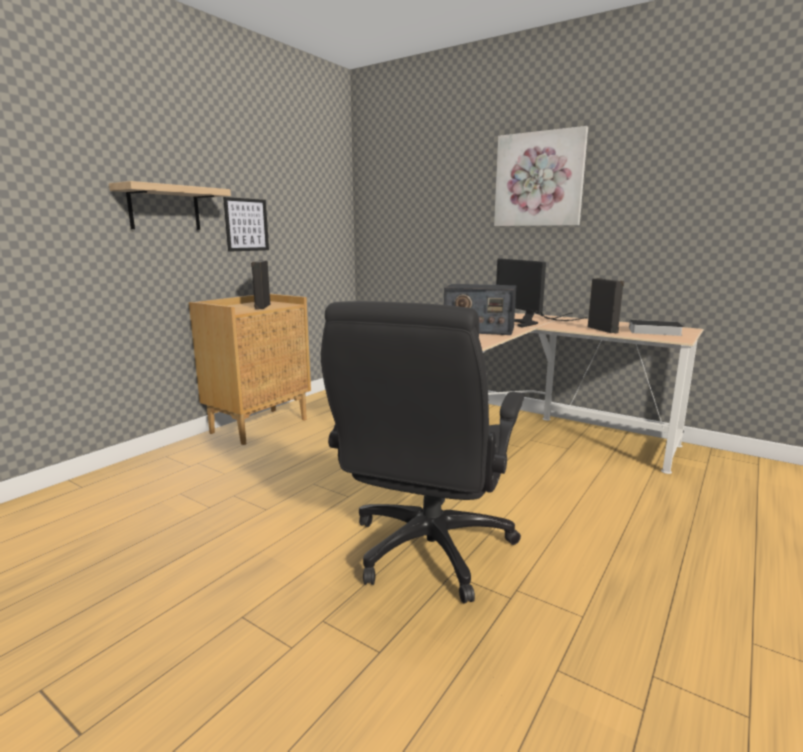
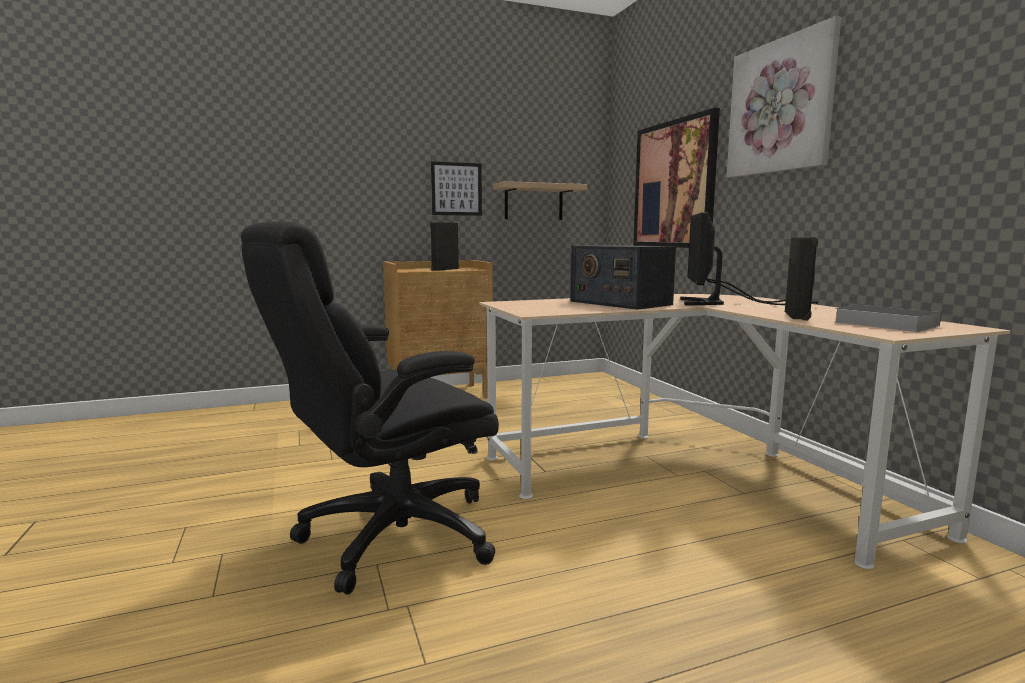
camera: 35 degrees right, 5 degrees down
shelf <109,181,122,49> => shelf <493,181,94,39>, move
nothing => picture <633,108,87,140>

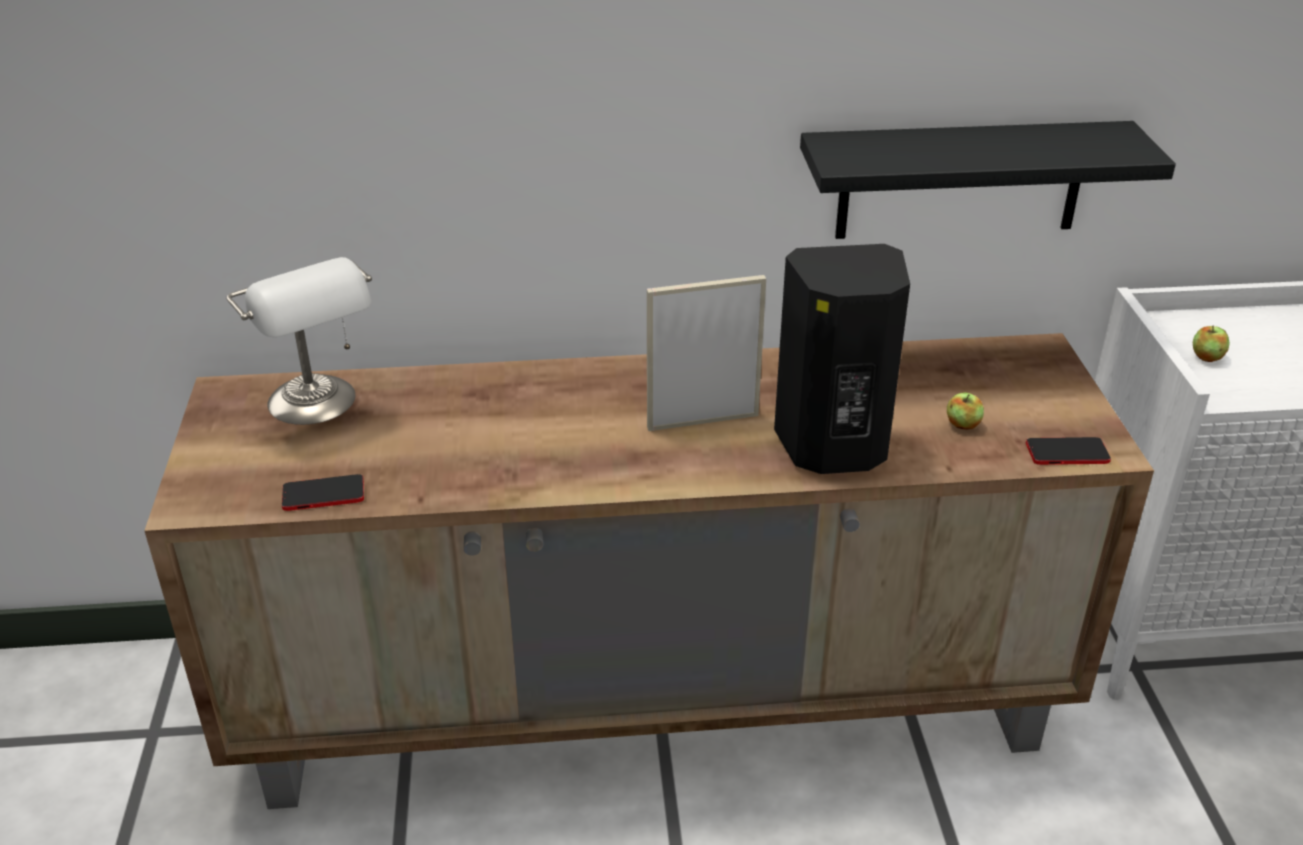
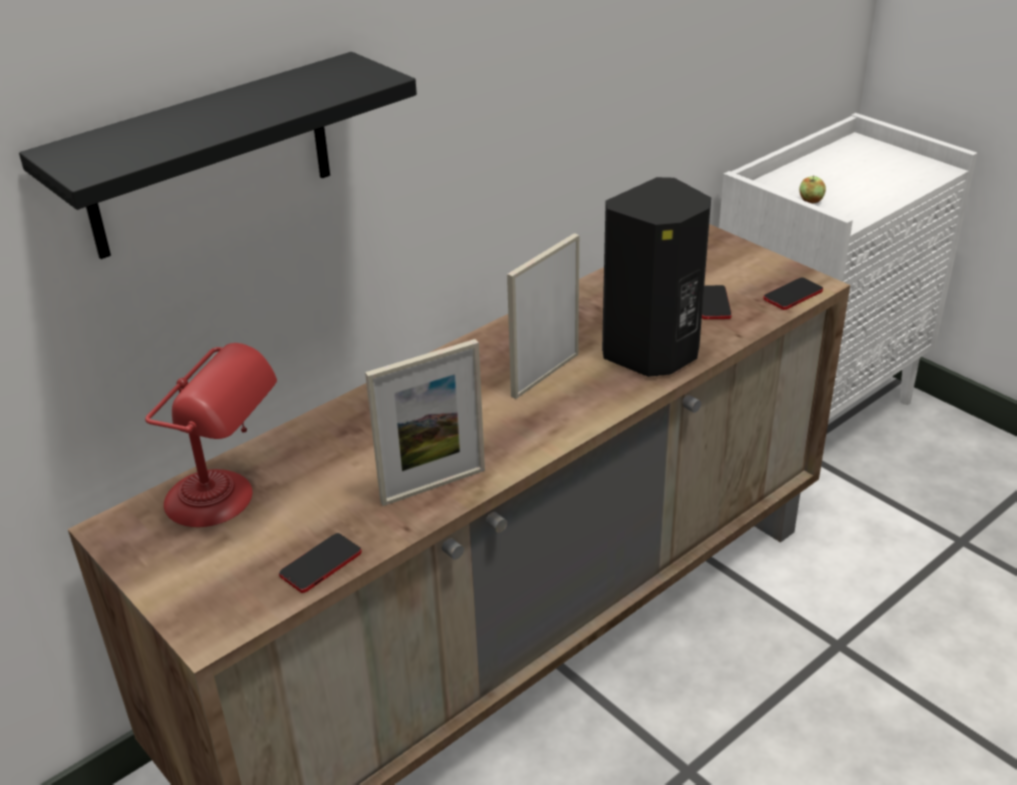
camera: 35 degrees left, 0 degrees up
black shelf <800,121,376,118> => black shelf <19,52,398,207>, move
white table lamp <226,257,146,168> => red table lamp <145,343,132,184>
nothing => picture frame <365,339,120,167>
apple <947,392,37,38> => phone <702,285,30,34>

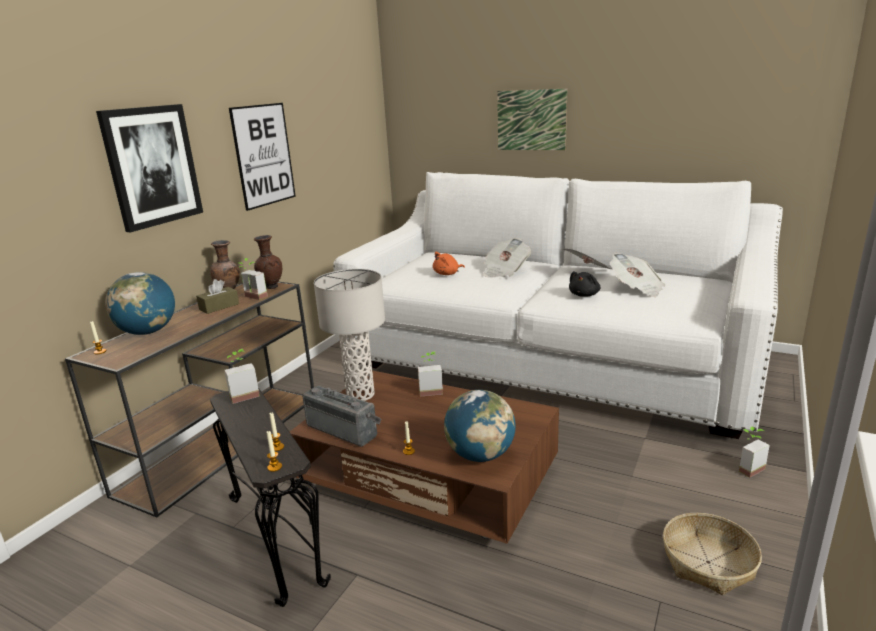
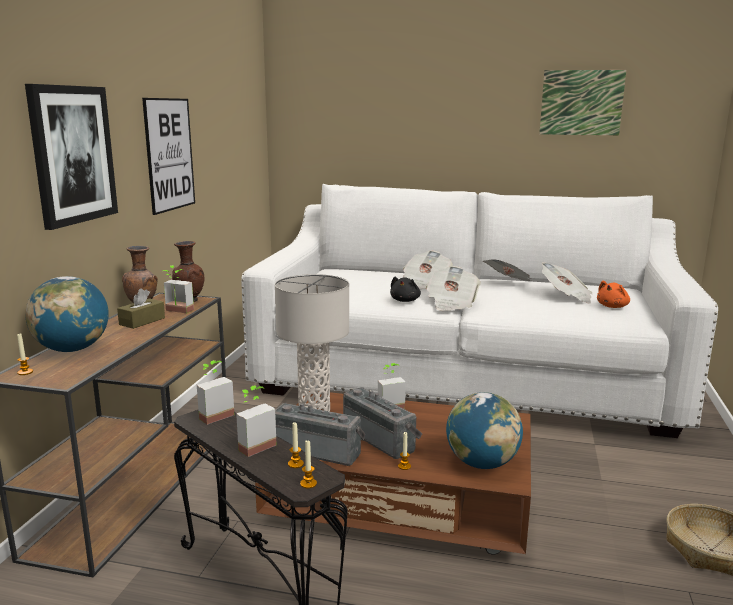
camera: 15 degrees left, 5 degrees down
potted plant <739,427,31,51> => potted plant <236,386,41,71>, move
nothing => radio <343,387,79,72>
black plush toy <569,271,31,26> => black plush toy <390,277,31,25>, move
nothing => newspaper <426,266,55,45>
picture <497,88,70,62> => picture <539,70,87,66>, move
orange plush toy <433,252,32,23> => orange plush toy <597,281,33,27>, move

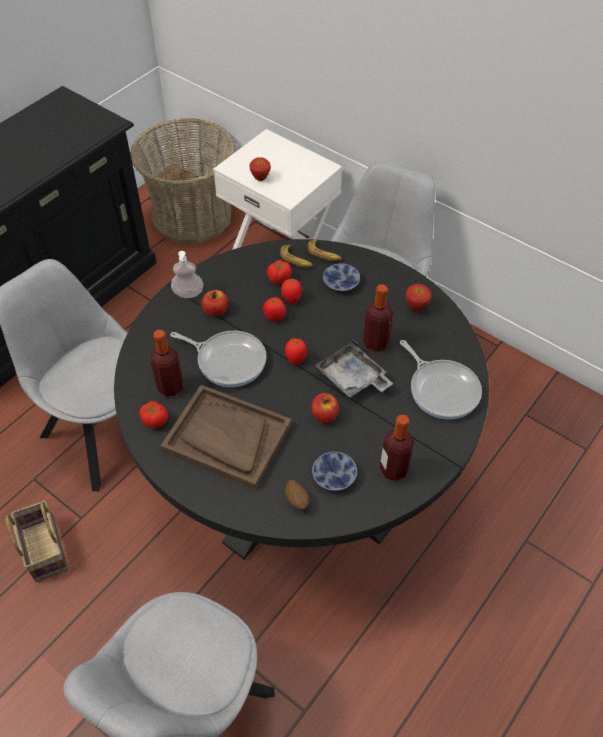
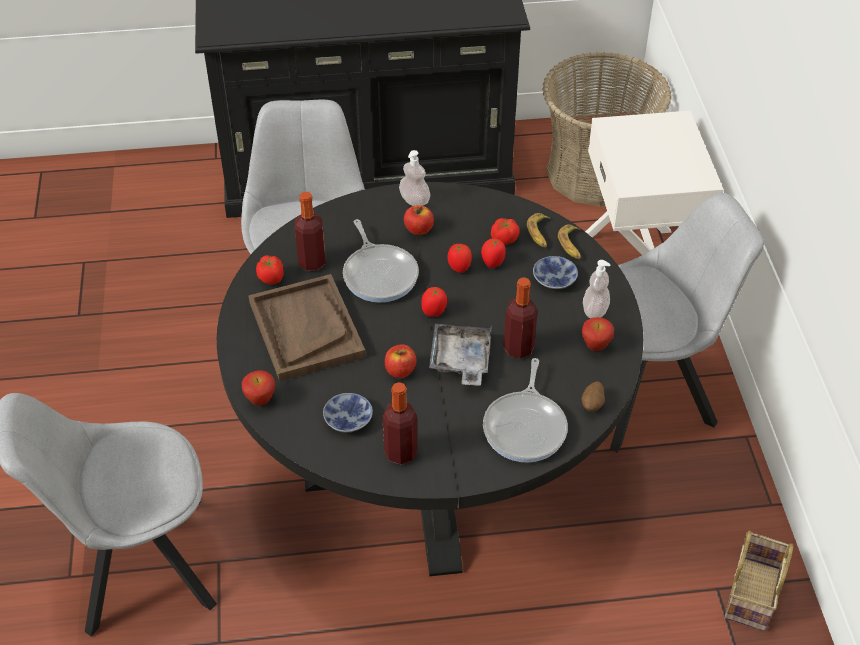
camera: 45 degrees right, 5 degrees down
apple <250,157,21,24> => apple <242,370,33,36>, move
potato <285,480,24,30> => potato <582,382,23,30>, move
nothing => soap dispenser <583,260,28,58>
basket <6,500,62,82> => basket <725,530,68,101>, move

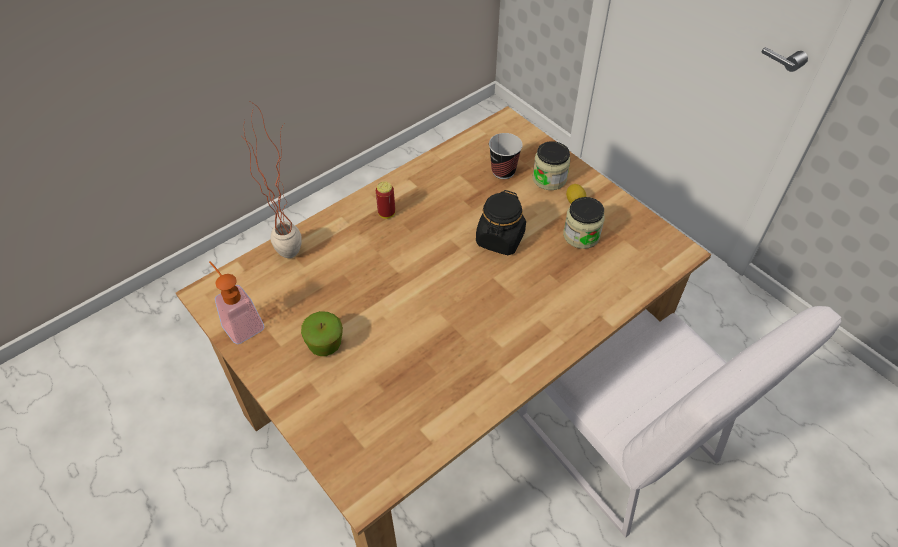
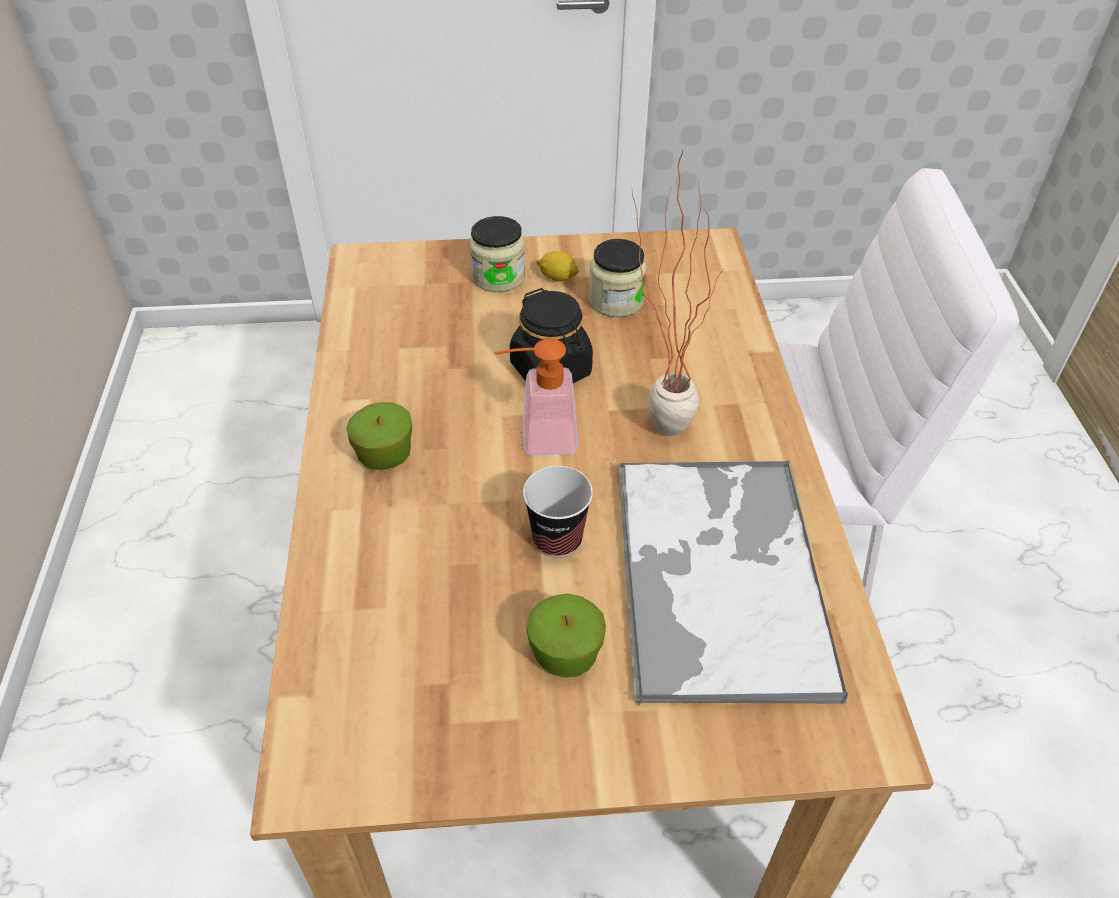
camera: 55 degrees left, 5 degrees down
can <376,181,19,38> => apple <346,402,66,68>
soap dispenser <209,261,55,84> => soap dispenser <495,339,83,117>, move
cup <489,133,34,46> => cup <523,466,70,92>, move
nothing => tray <619,460,230,245>
potted plant <244,102,57,156> => potted plant <632,150,91,286>, move

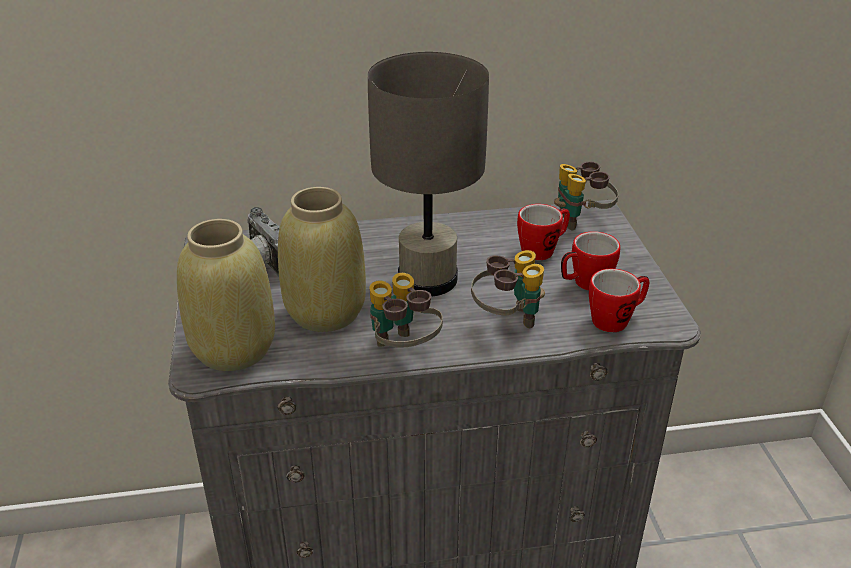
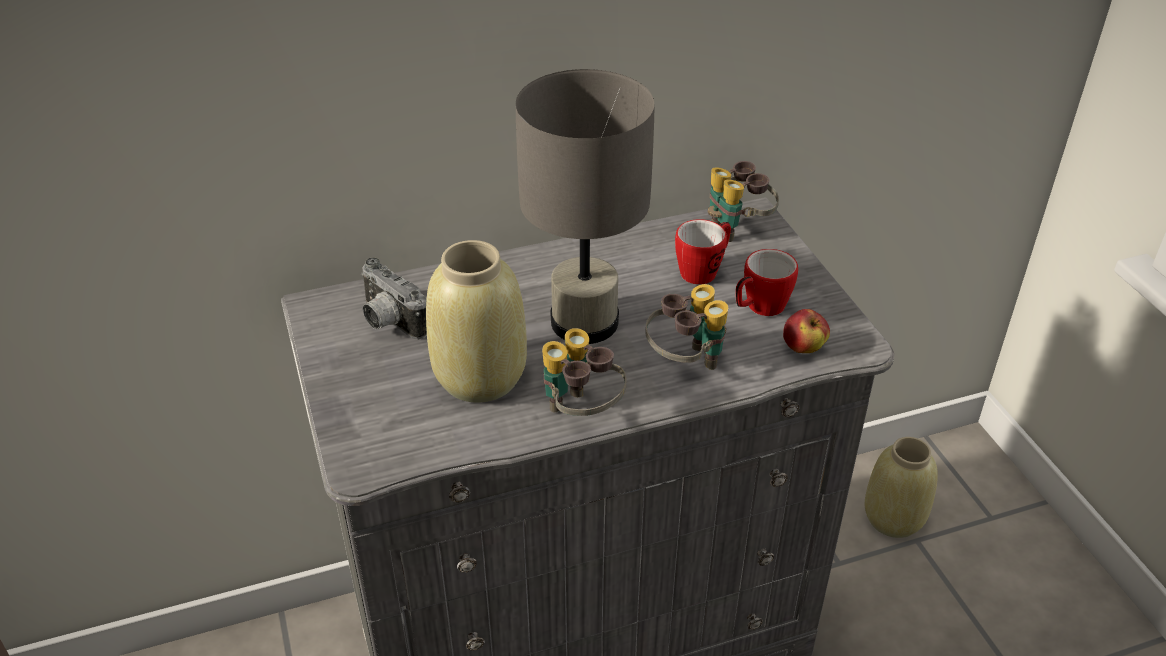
camera: 10 degrees left, 5 degrees up
mug <589,269,61,63> => apple <783,309,47,44>
beige vase <177,219,98,152> => beige vase <865,437,73,101>, move

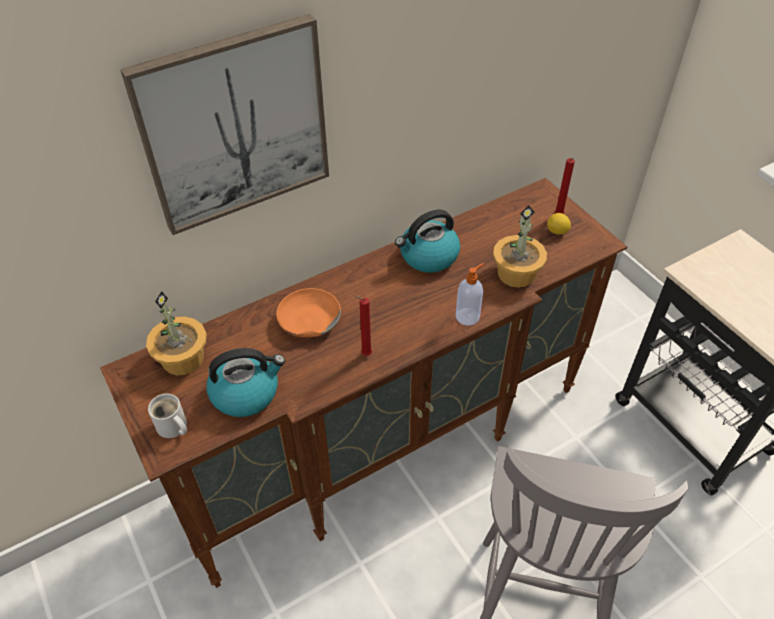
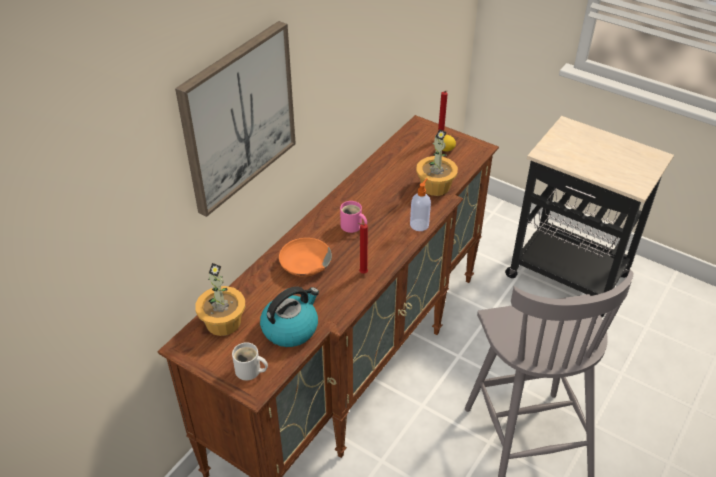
camera: 25 degrees left, 5 degrees down
nothing => pink mug <340,201,27,32>
kettle <395,209,65,64> => nothing

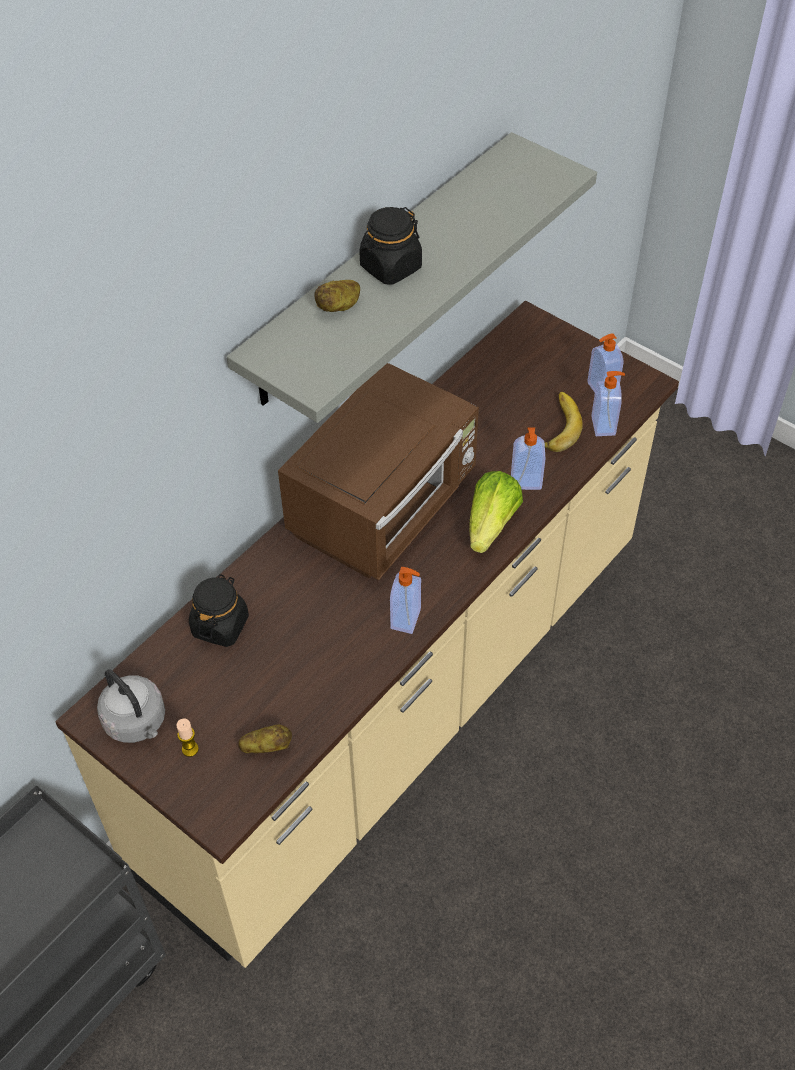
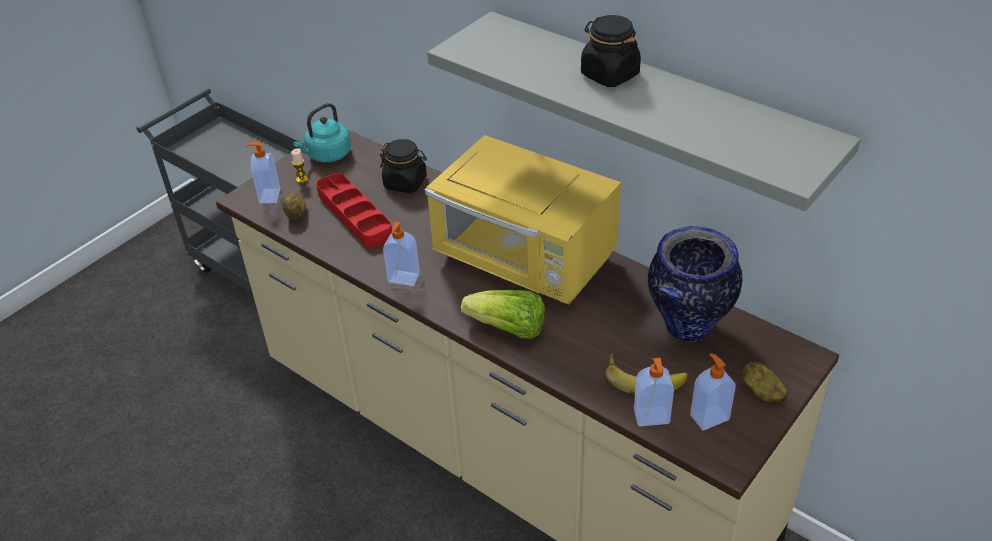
camera: 90 degrees right, 10 degrees down
soap dispenser <511,427,34,63> => soap dispenser <247,142,33,61>, move
grey kettle <97,669,68,74> => turquoise kettle <293,103,58,60>
nothing => red tray <316,173,76,75>
brown microwave <278,363,201,217> => yellow microwave <425,135,196,169>
nothing => vase <648,226,94,116>
potato <314,280,46,32> => potato <742,361,45,42>, move

